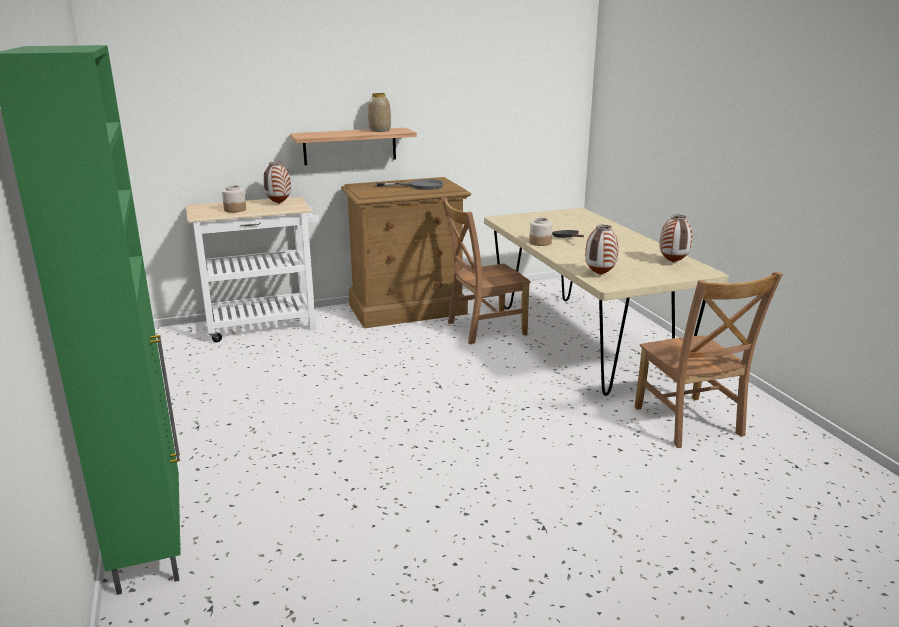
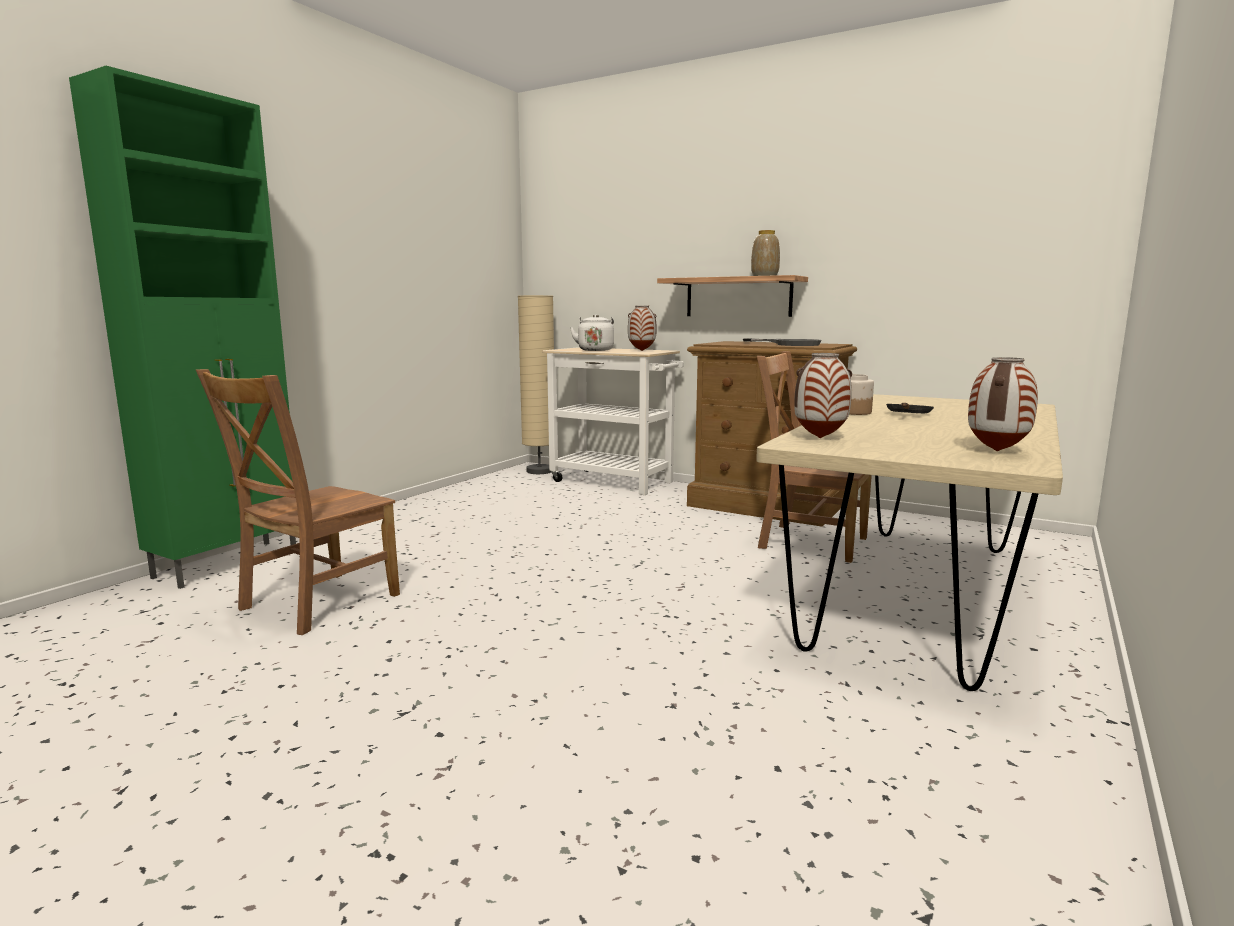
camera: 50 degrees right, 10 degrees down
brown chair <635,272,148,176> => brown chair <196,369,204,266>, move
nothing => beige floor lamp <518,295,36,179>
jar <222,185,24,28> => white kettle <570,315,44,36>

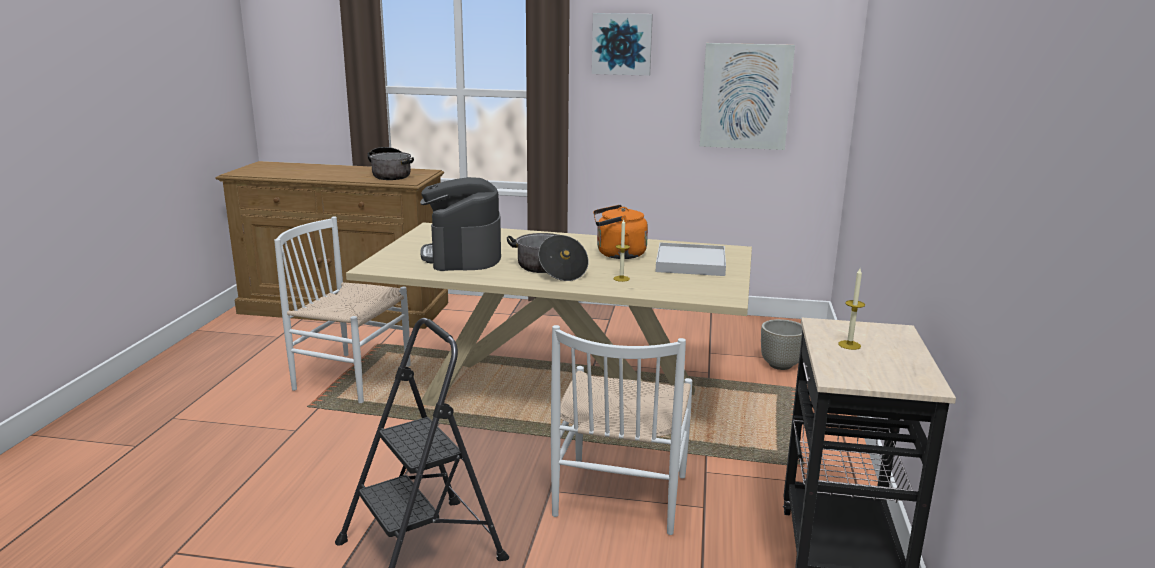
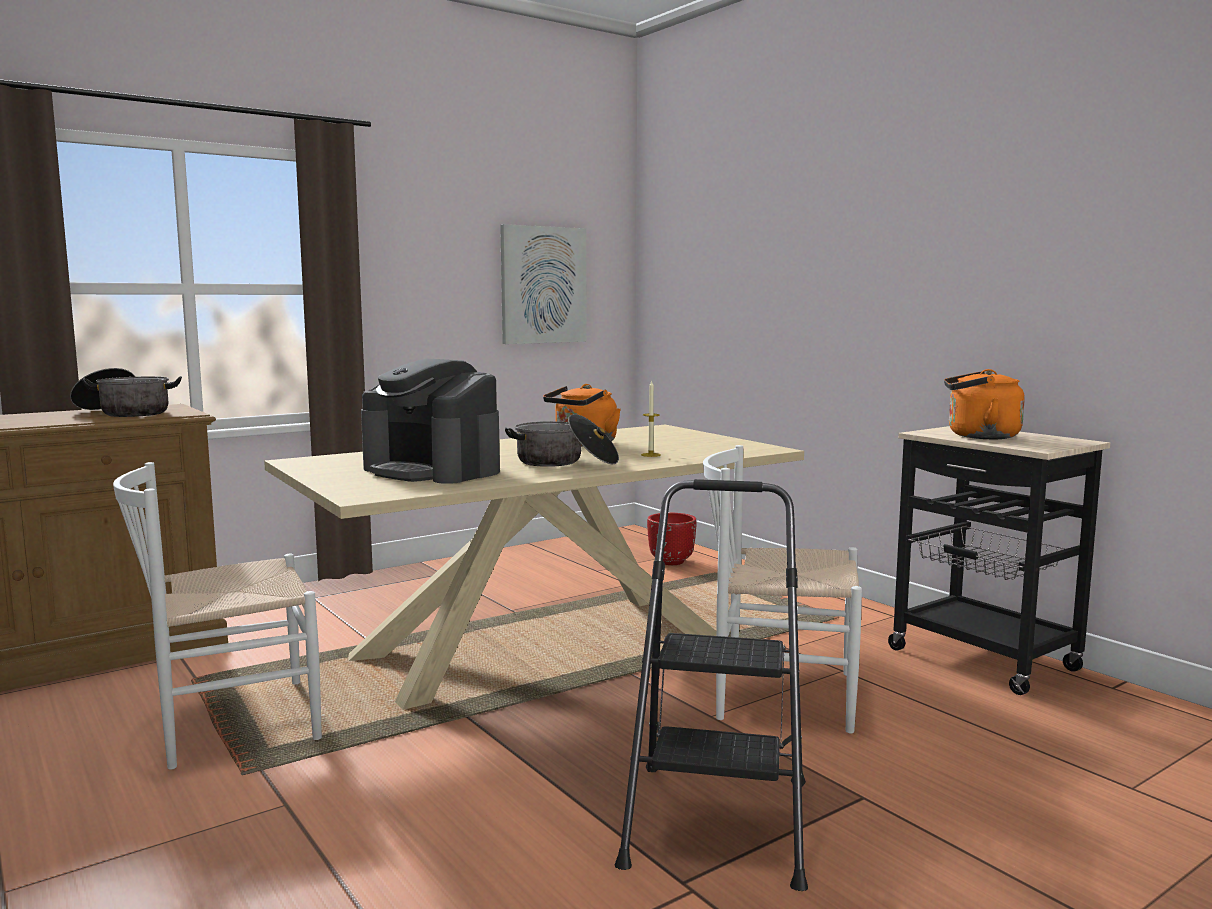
camera: 45 degrees left, 10 degrees down
grey planter <761,319,41,51> => red planter <647,513,50,52>
white chair <551,325,141,210> => white chair <703,445,159,288>, 135 degrees clockwise
candle <838,269,27,81> => orange kettle <944,369,81,70>
picture <592,13,61,63> => nothing
white tray <656,242,70,34> => nothing

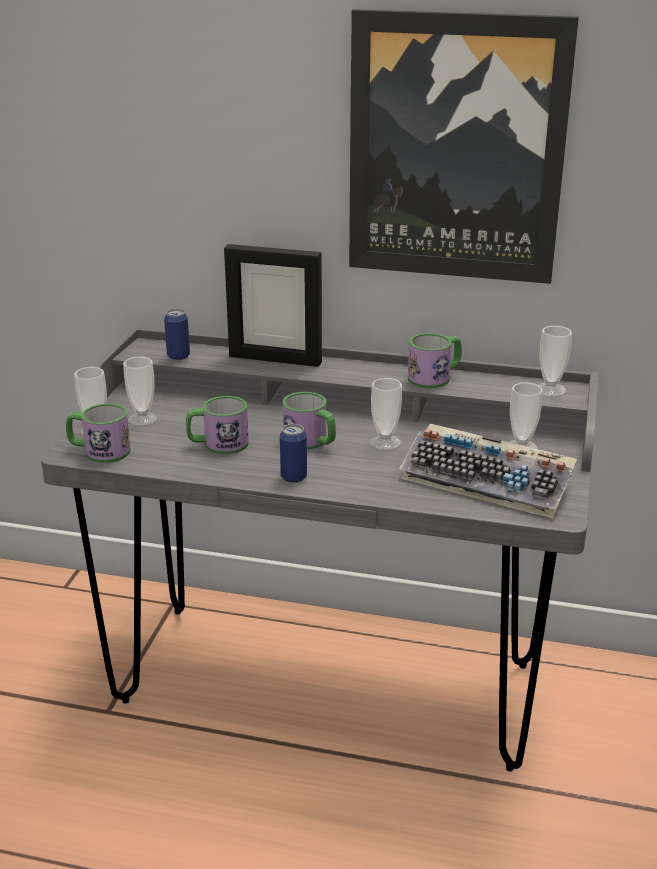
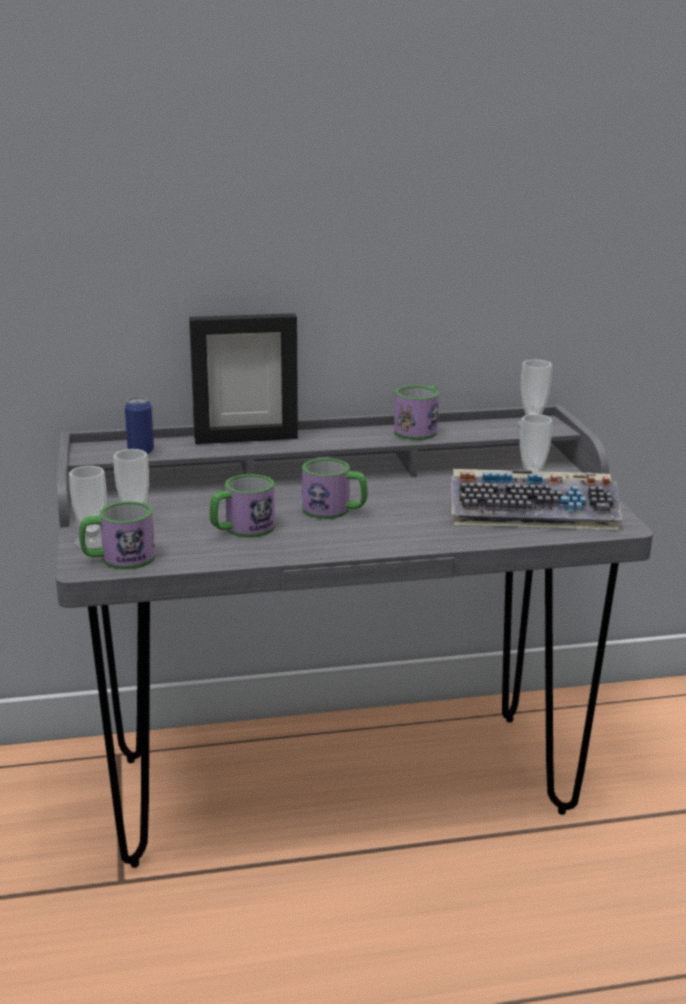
camera: 25 degrees left, 5 degrees down
can <280,424,27,59> => nothing
picture <349,9,230,275> => nothing
cup <370,378,32,73> => nothing

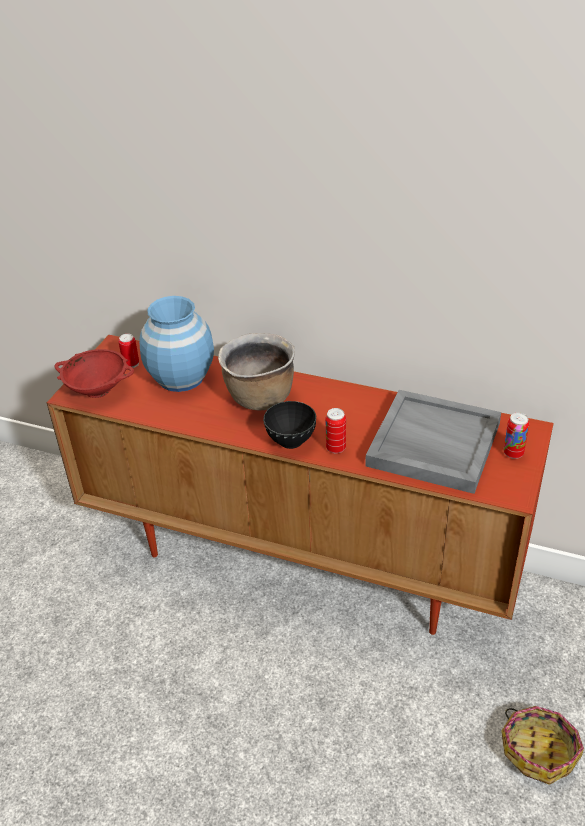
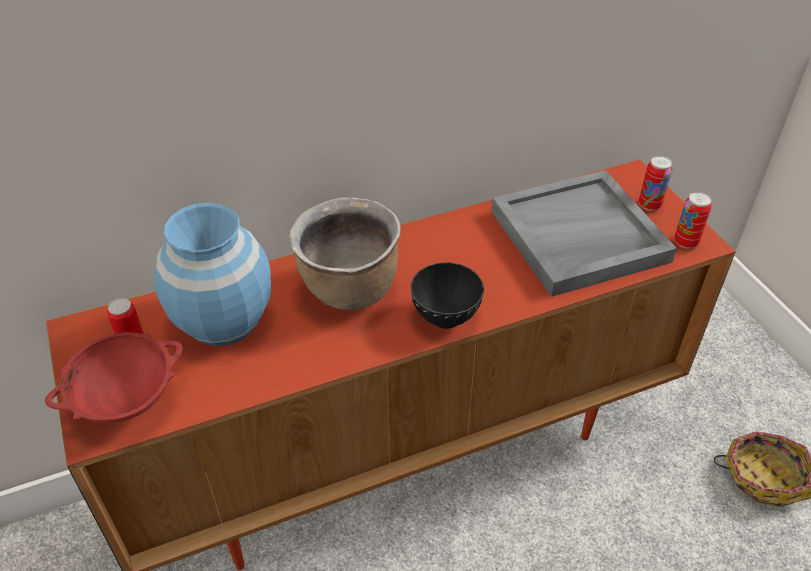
camera: 45 degrees left, 5 degrees up
can <326,408,20,46> => can <674,192,38,57>, move

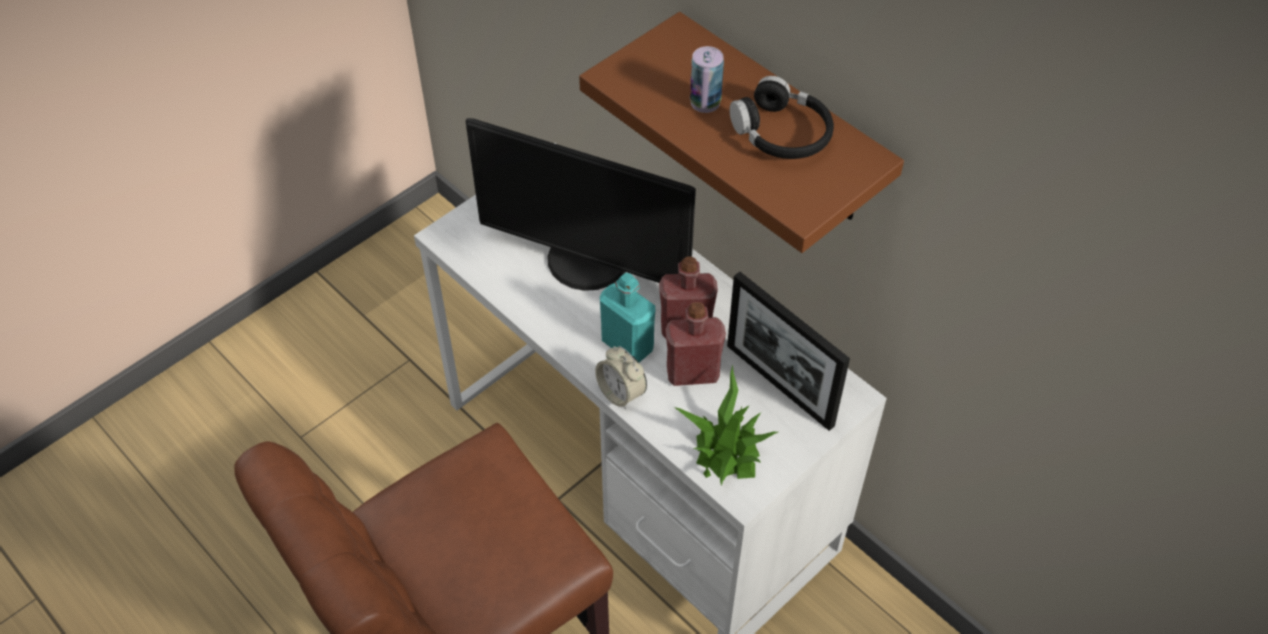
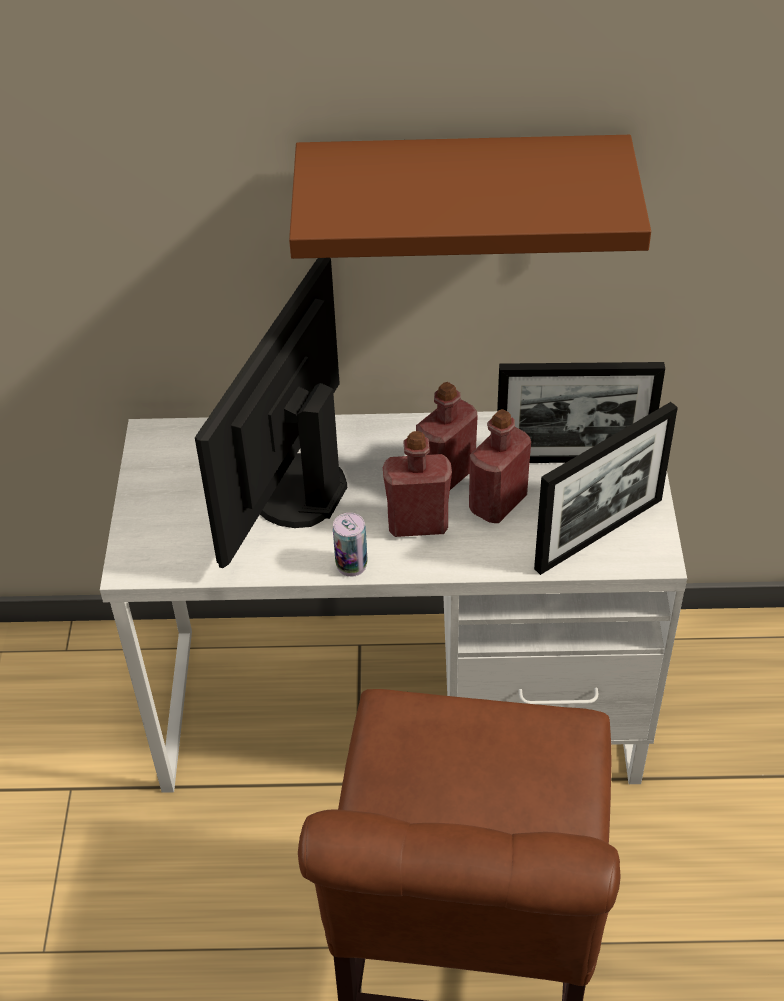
camera: 45 degrees left, 5 degrees down
monitor <465,118,231,173> => monitor <195,258,152,310>, 135 degrees clockwise
can <690,46,34,67> => can <333,513,35,64>, move
turquoise bottle <600,273,55,89> => red bottle <383,431,69,106>
potted plant <674,365,104,121> => picture frame <534,402,144,173>
alarm clock <595,346,52,64> => nothing
black headphones <730,76,104,83> => nothing

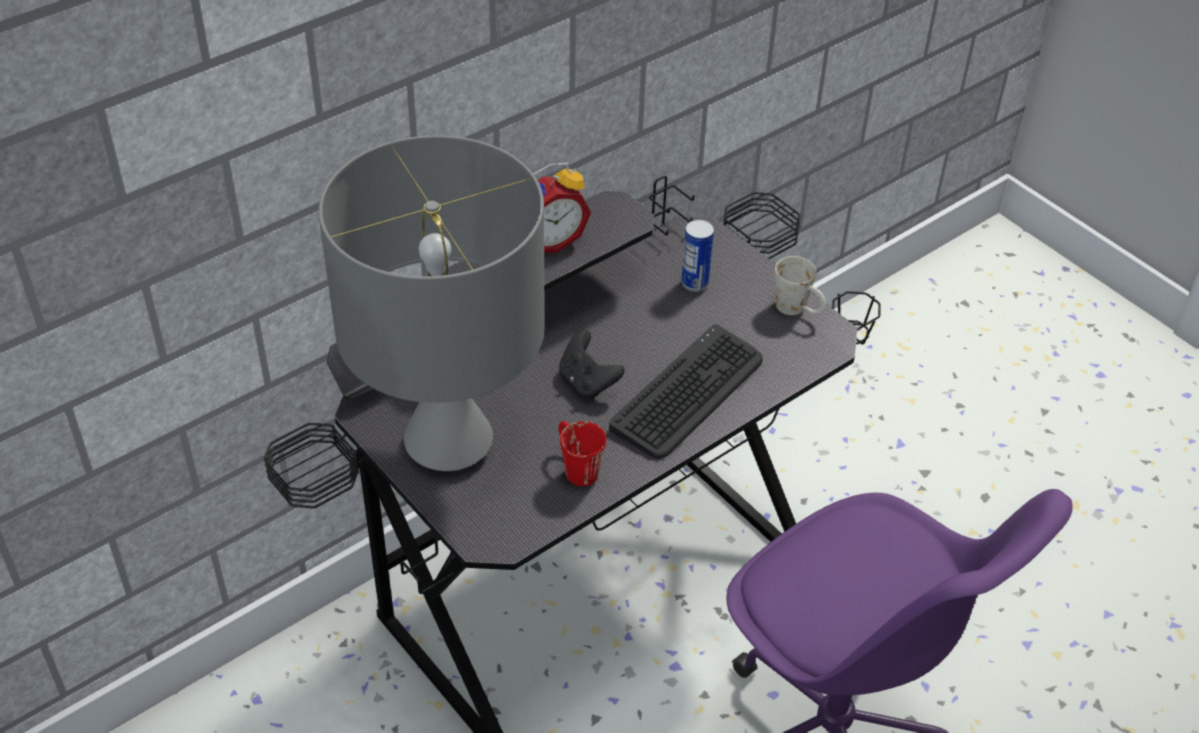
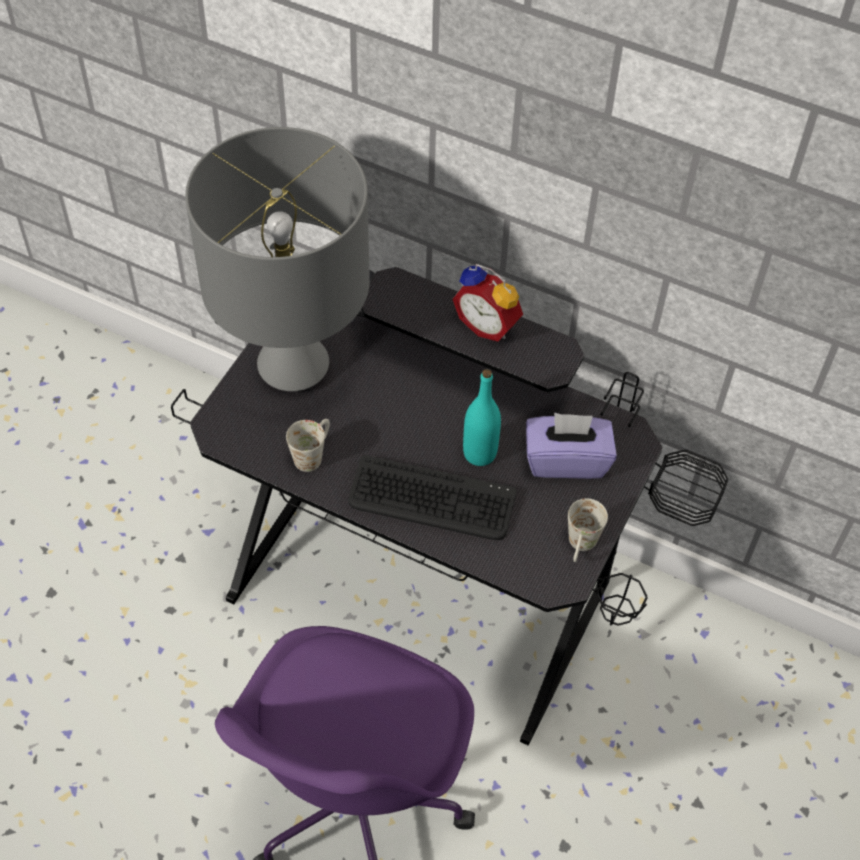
camera: 65 degrees right, 10 degrees up
red mug <558,421,48,65> => white mug <286,419,44,53>
nothing => turquoise bottle <463,369,38,97>
can <681,219,33,73> => purple tissue box <526,413,91,66>
black game controller <559,330,66,69> => nothing

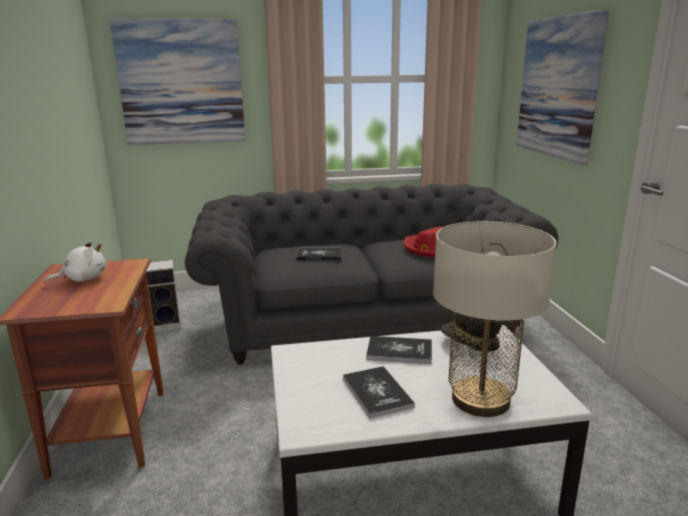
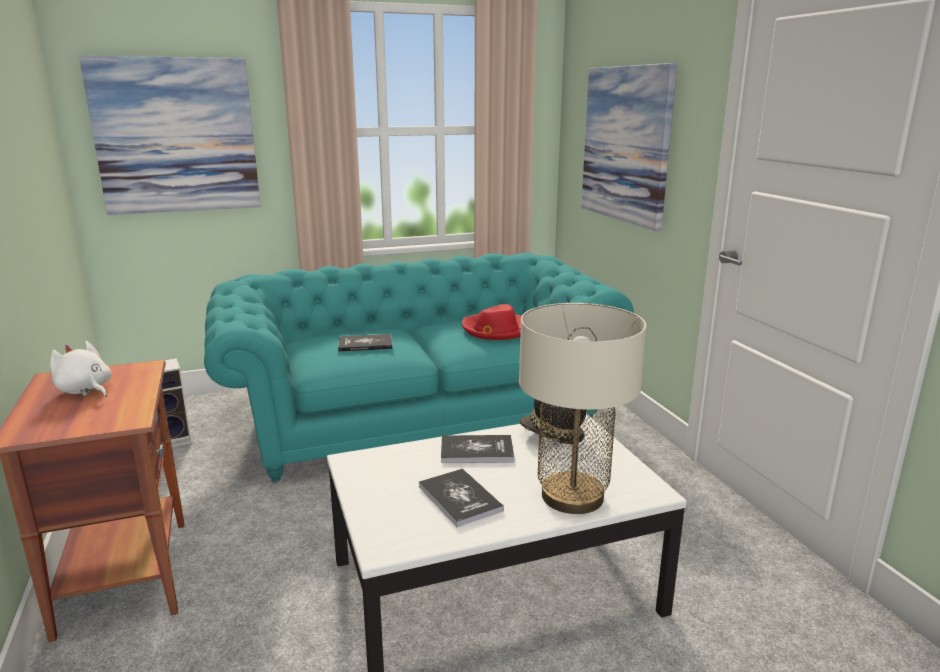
camera: 10 degrees left, 0 degrees up
white plush toy <45,240,61,43> => white plush toy <50,341,61,56>, 105 degrees counterclockwise
grey sofa <185,184,373,181> => turquoise sofa <204,253,430,229>

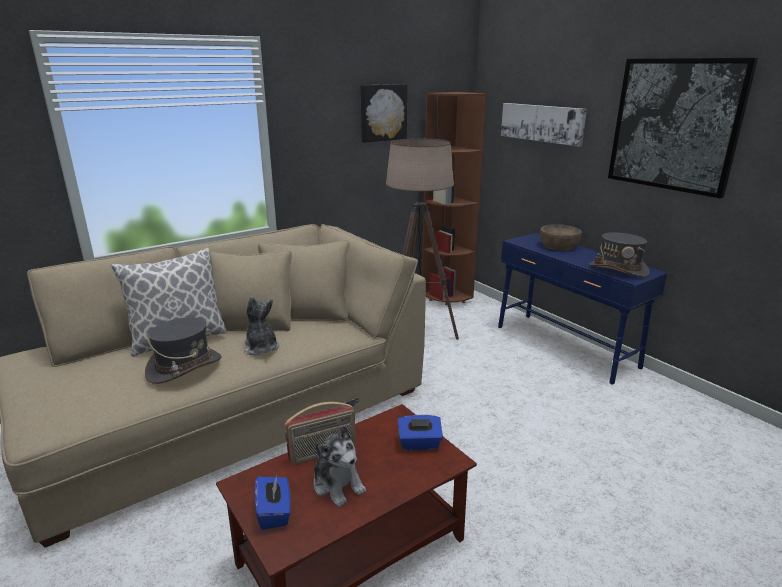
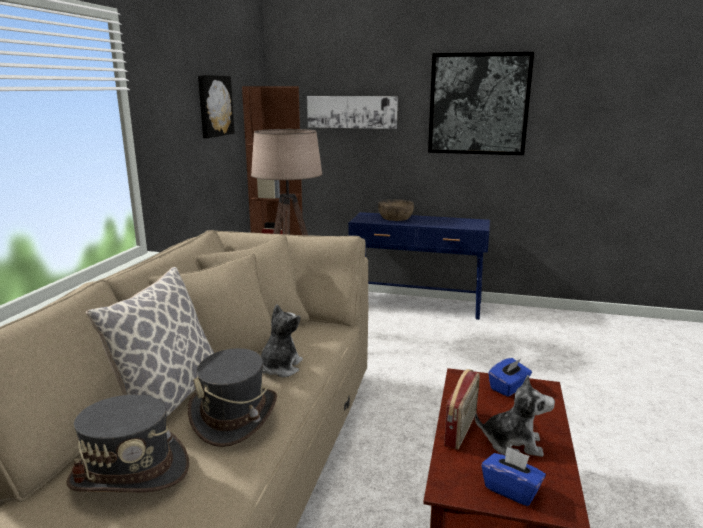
camera: 40 degrees left, 5 degrees down
grey hat <590,232,60,45> => grey hat <66,395,123,98>, move
plush toy <244,296,35,60> => plush toy <261,304,42,73>, 90 degrees clockwise

